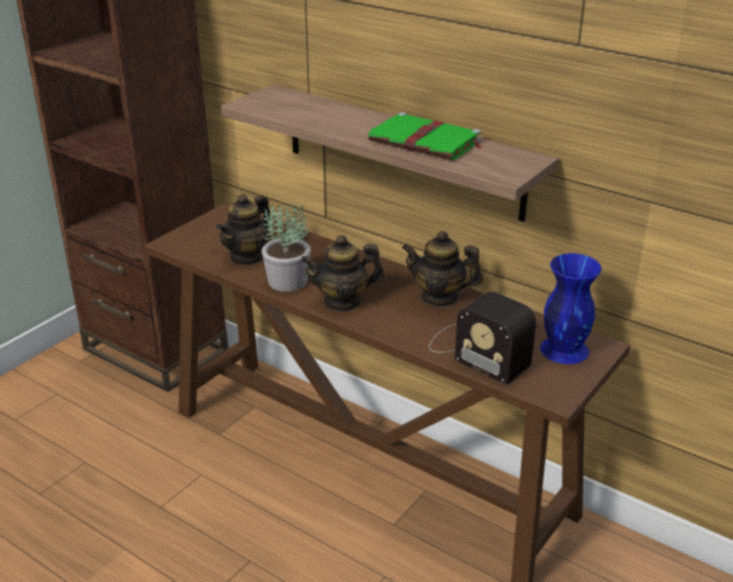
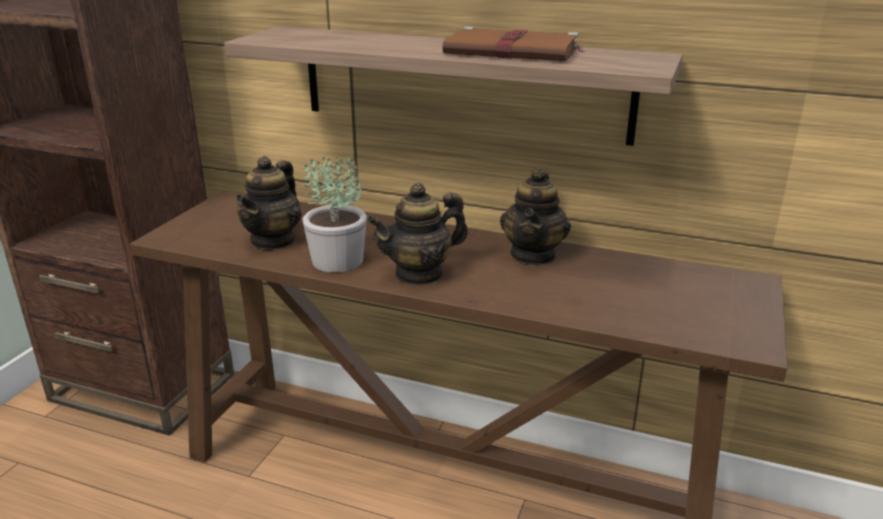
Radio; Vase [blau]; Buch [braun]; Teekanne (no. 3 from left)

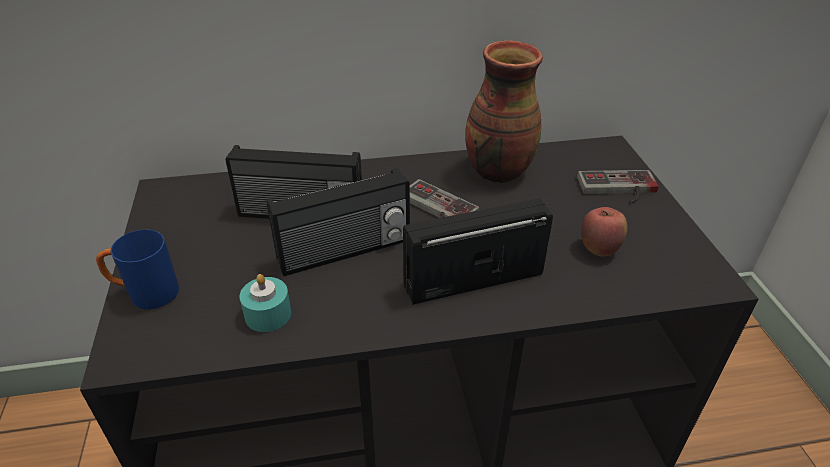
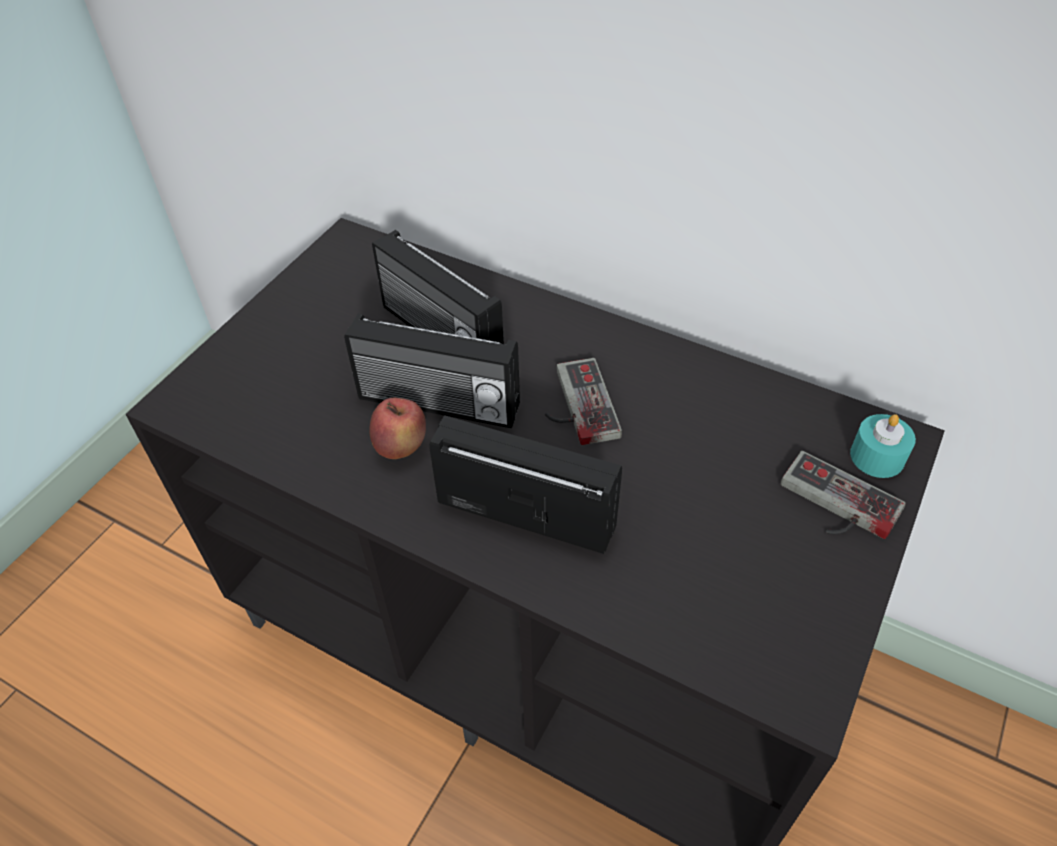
Henkelbecher [blau]; Vase; Kerze [türkis]; Apfel

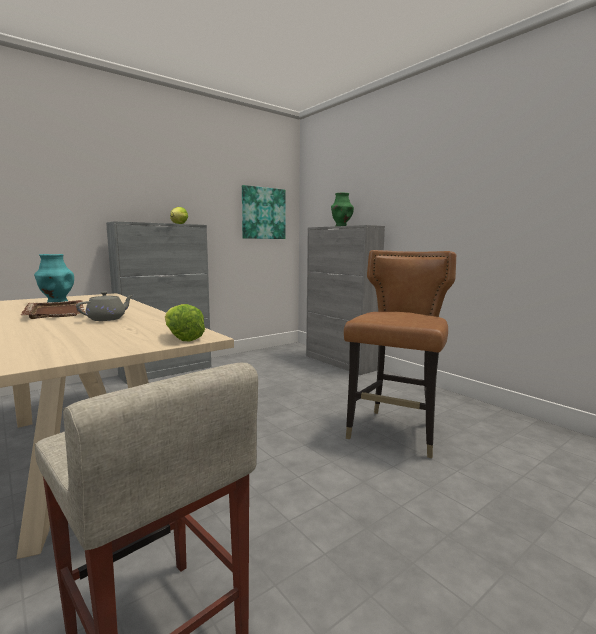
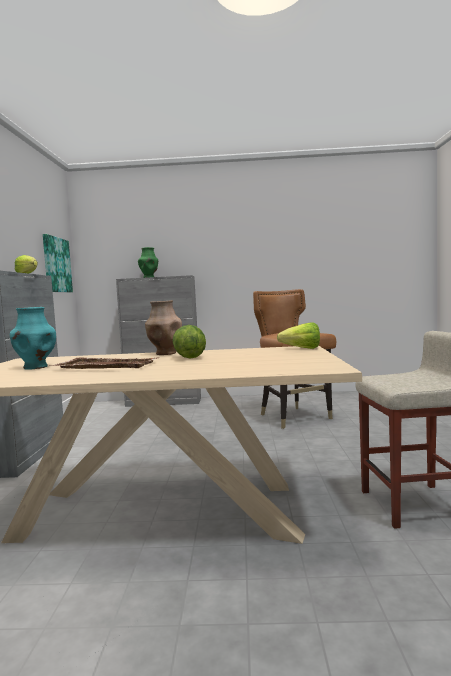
Vase [braun]; Salatkopf (no. 2 from left)

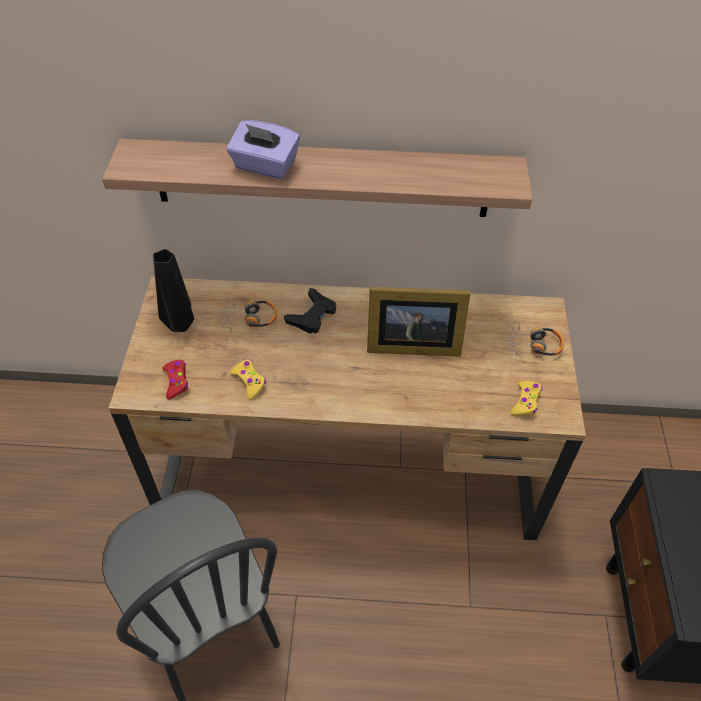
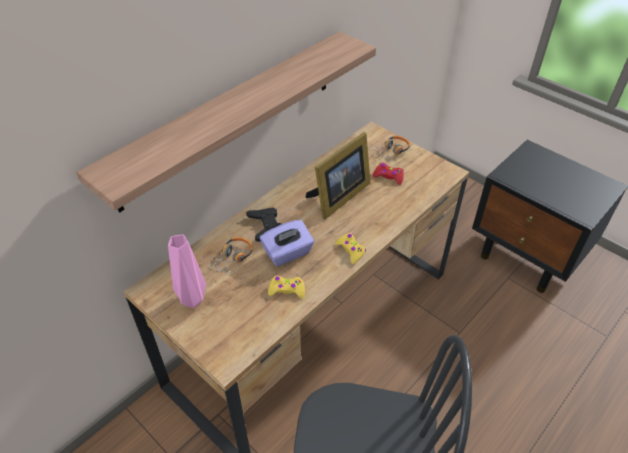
Gamepad [rot]; Taschentuchbox [lila]; Gamepad [gelb] (no. 2 from left); Vase [rosa]

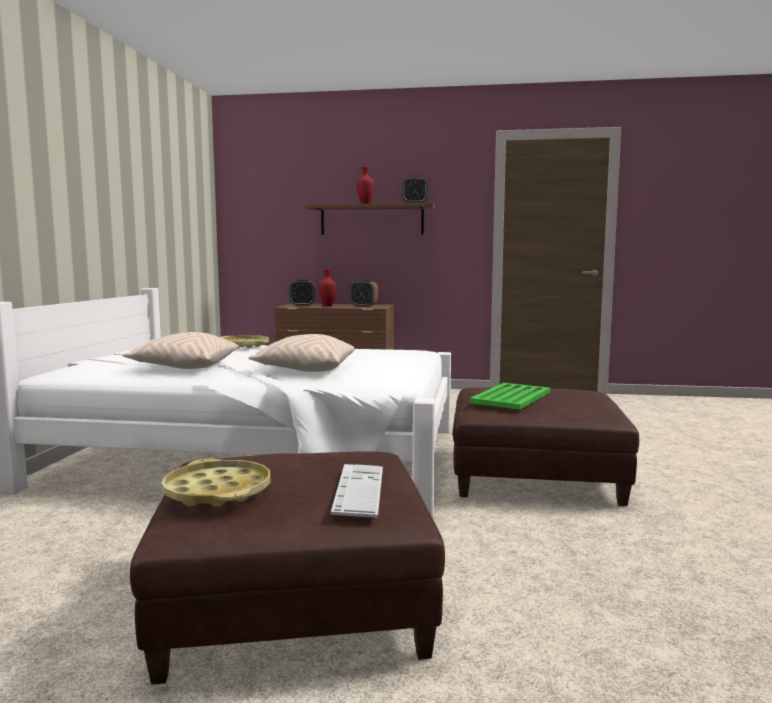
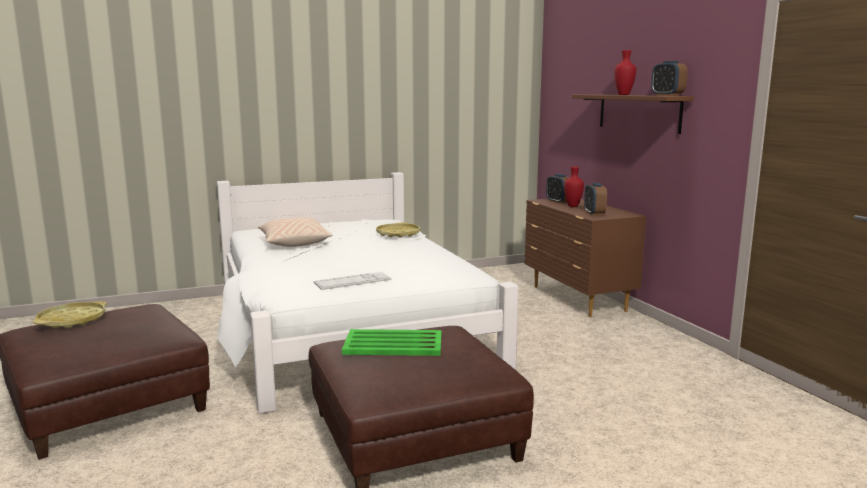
Kissen [beige] (no. 2 from left in the first image); Tastatur

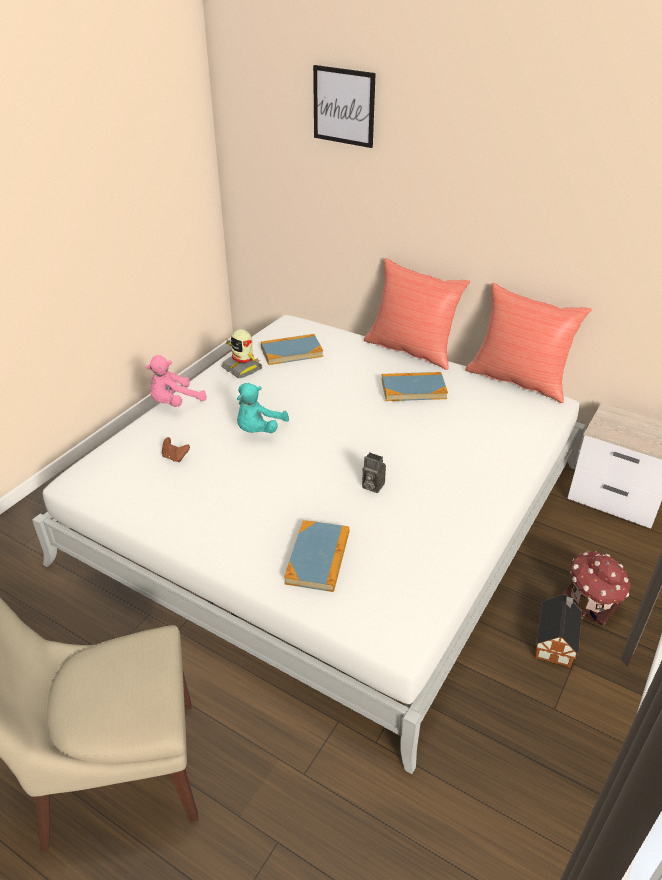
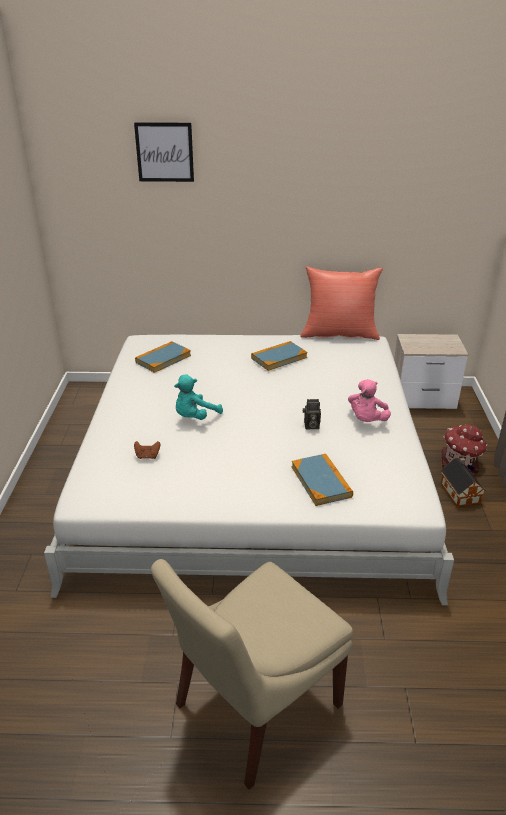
Spielzeugroboter; Kissen [rot] (no. 1 from left in the first image); Plüschtier [rosa]; Plüschtier [türkis]

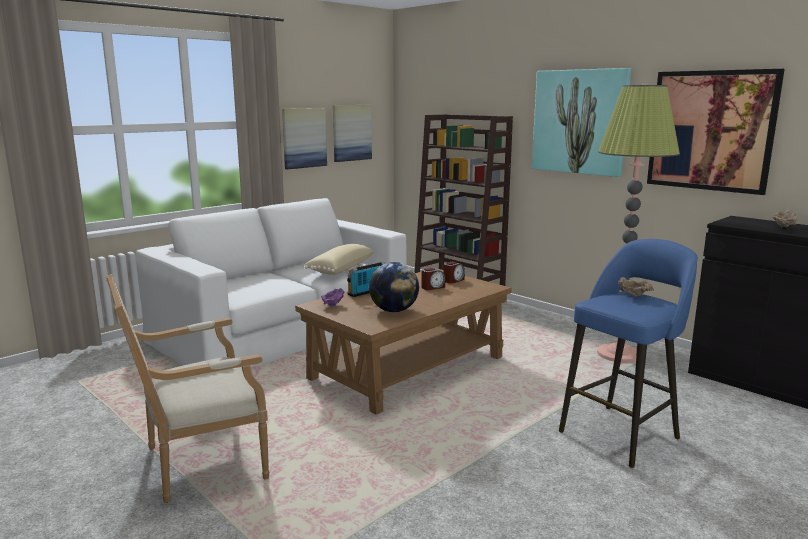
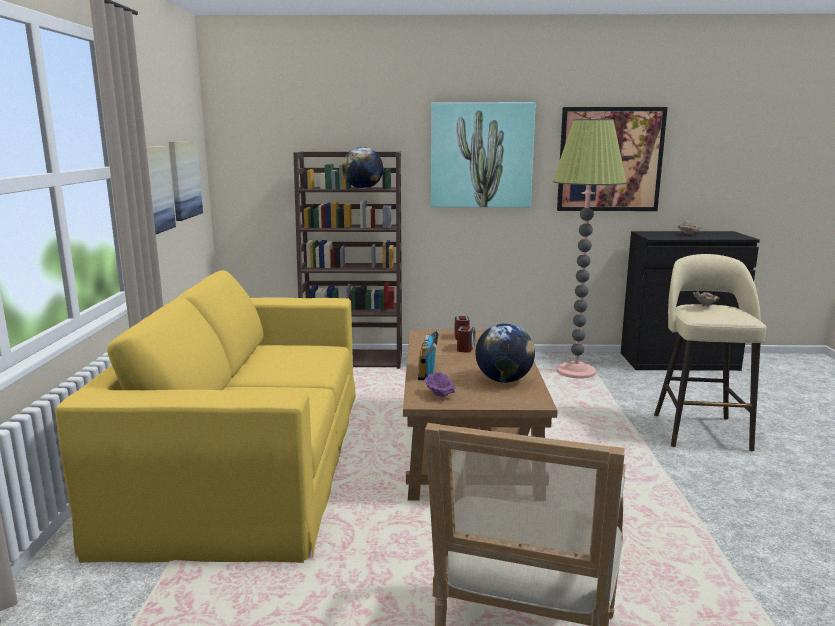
Kissen [beige]; Globus (no. 1 from left); Sofa [gelb]; Hocker [beige]

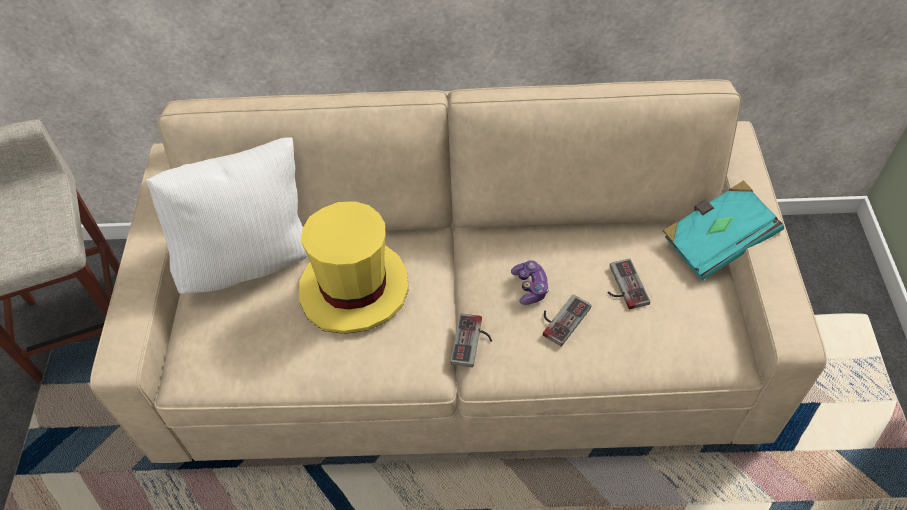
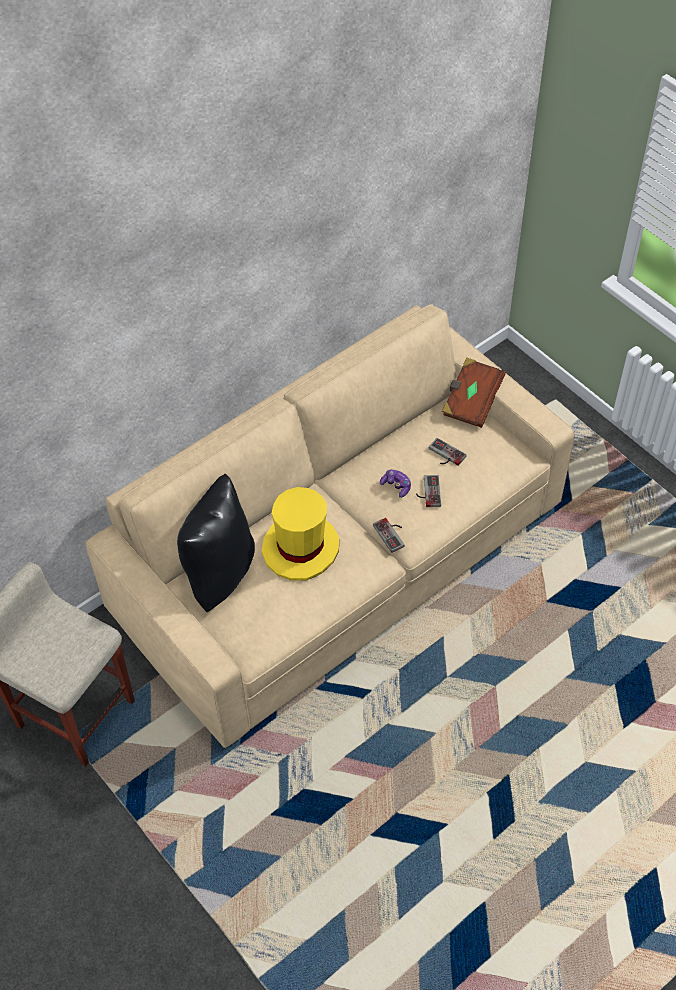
Kissen [schwarz]; Buch [braun]

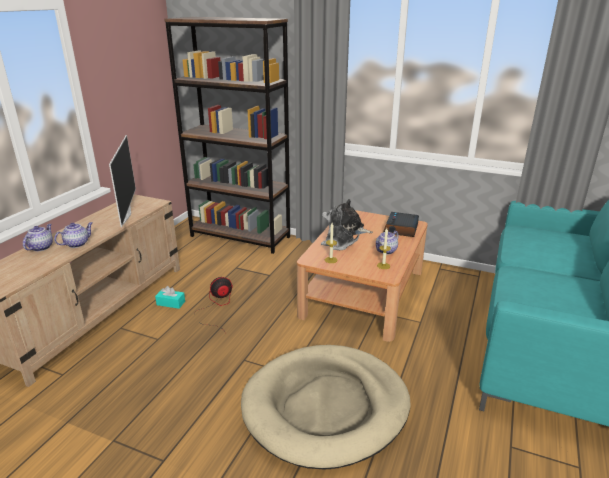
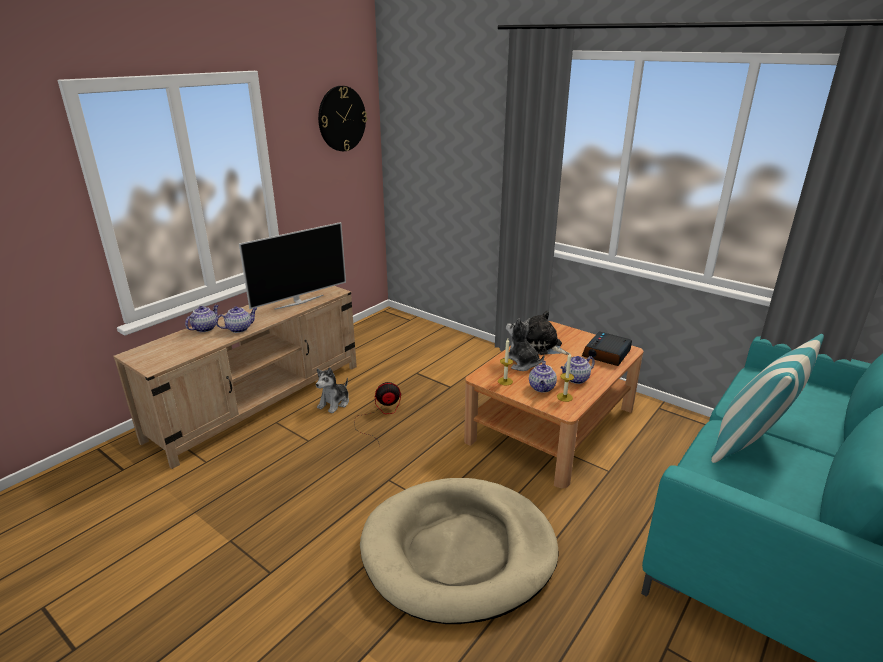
Bücherregal [braun]; Wanduhr; Teekanne (no. 3 from left); Kissen; Plüschtier (no. 1 from left); Fernseher

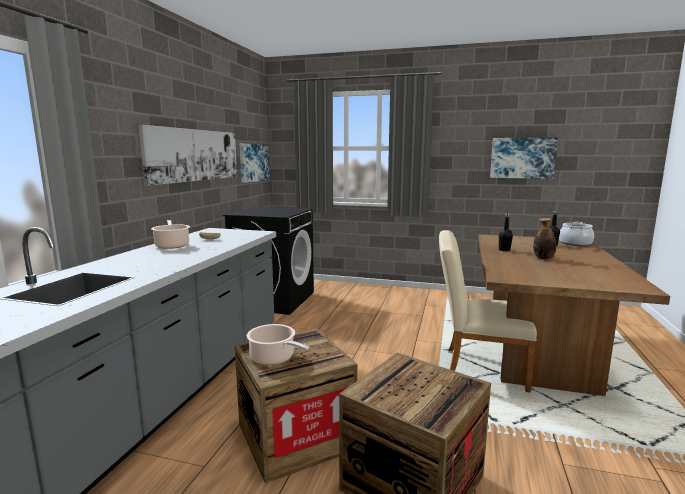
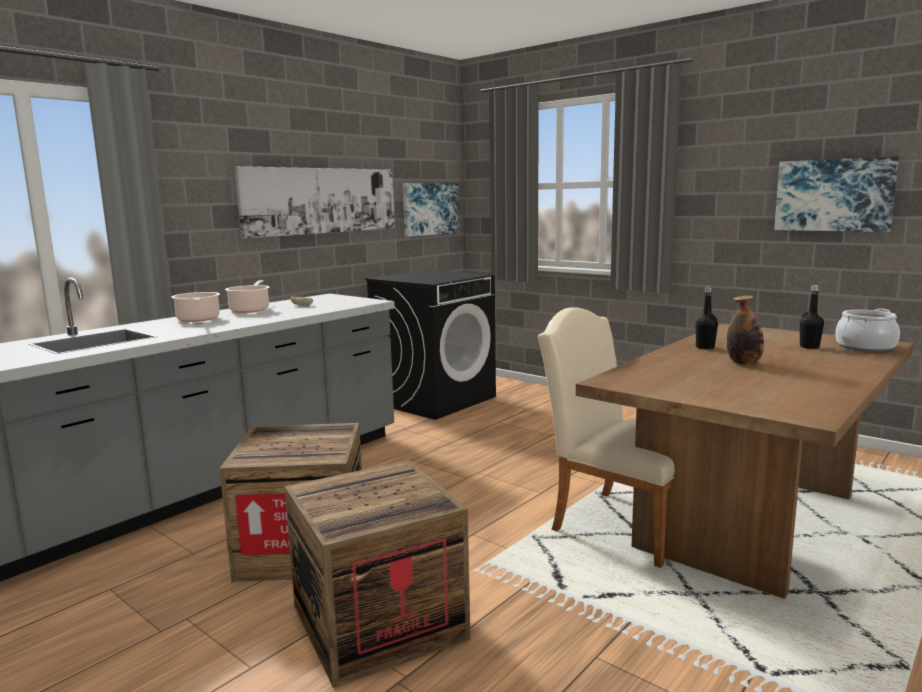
Kochtopf (no. 1 from left)

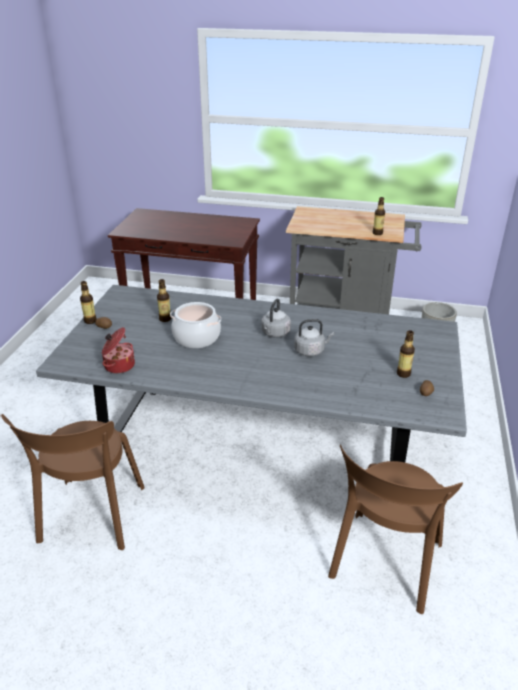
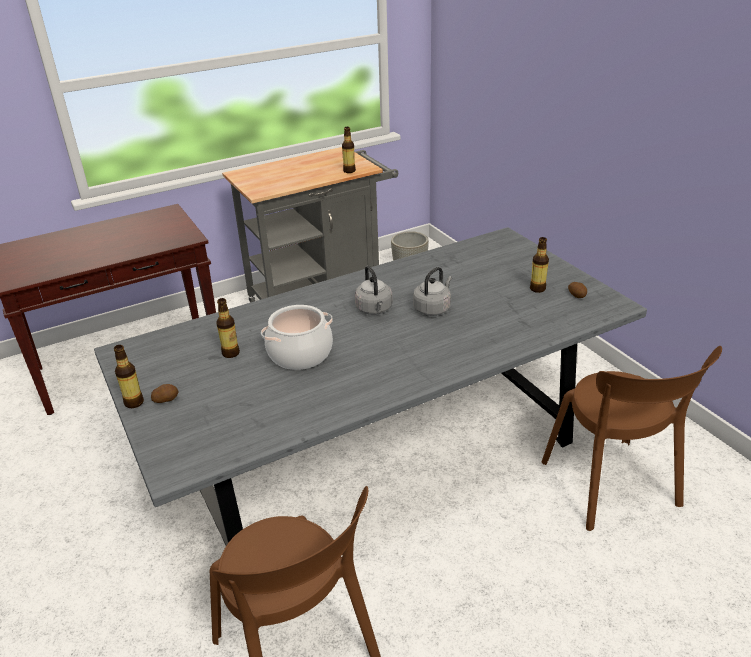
Kochtopf (no. 1 from left in the first image)

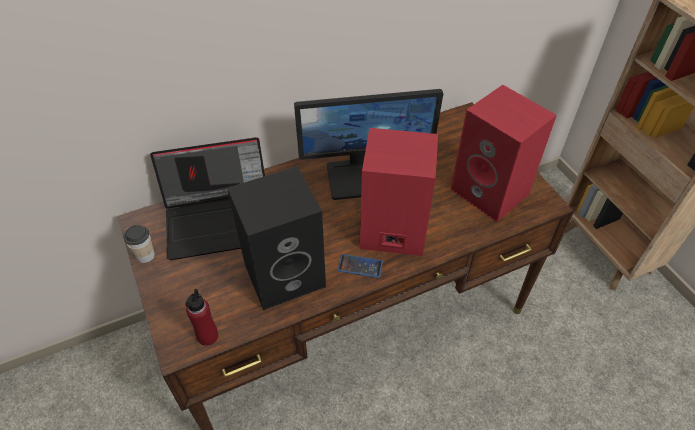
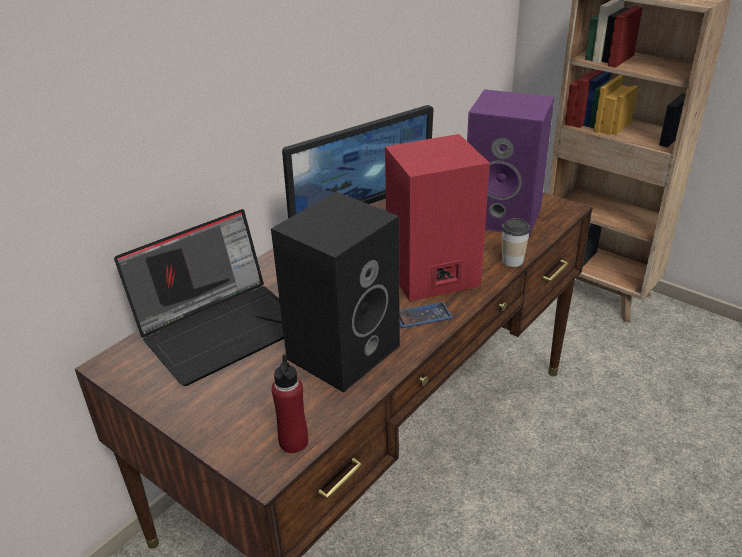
Tasse; Lautsprecher [lila]

